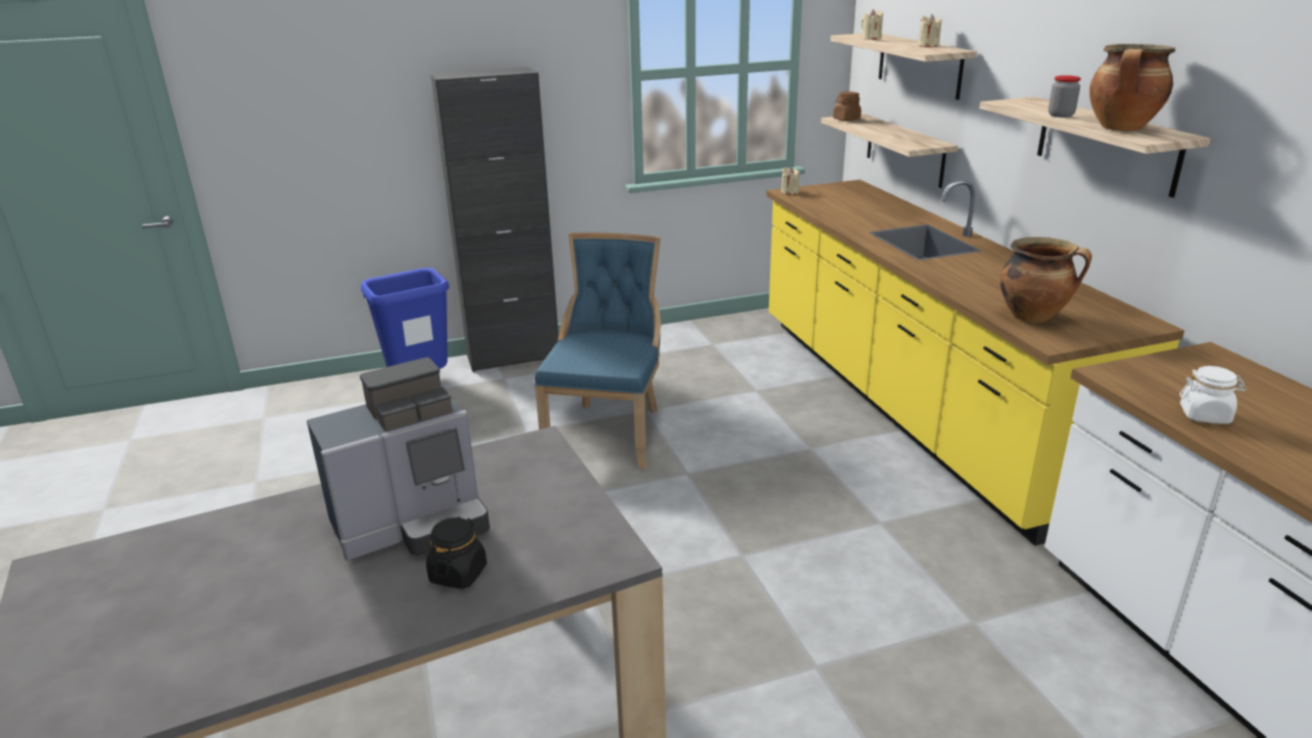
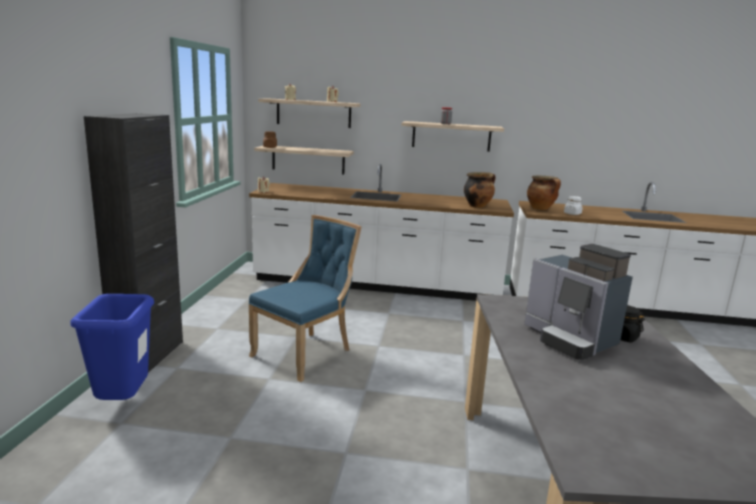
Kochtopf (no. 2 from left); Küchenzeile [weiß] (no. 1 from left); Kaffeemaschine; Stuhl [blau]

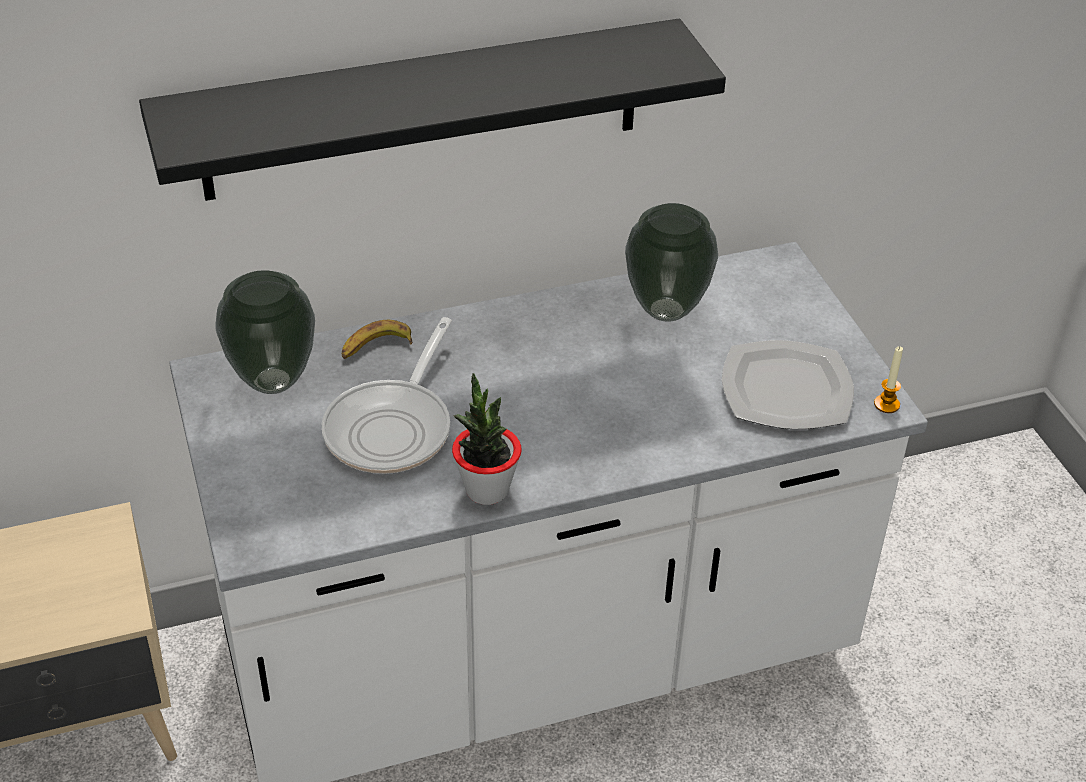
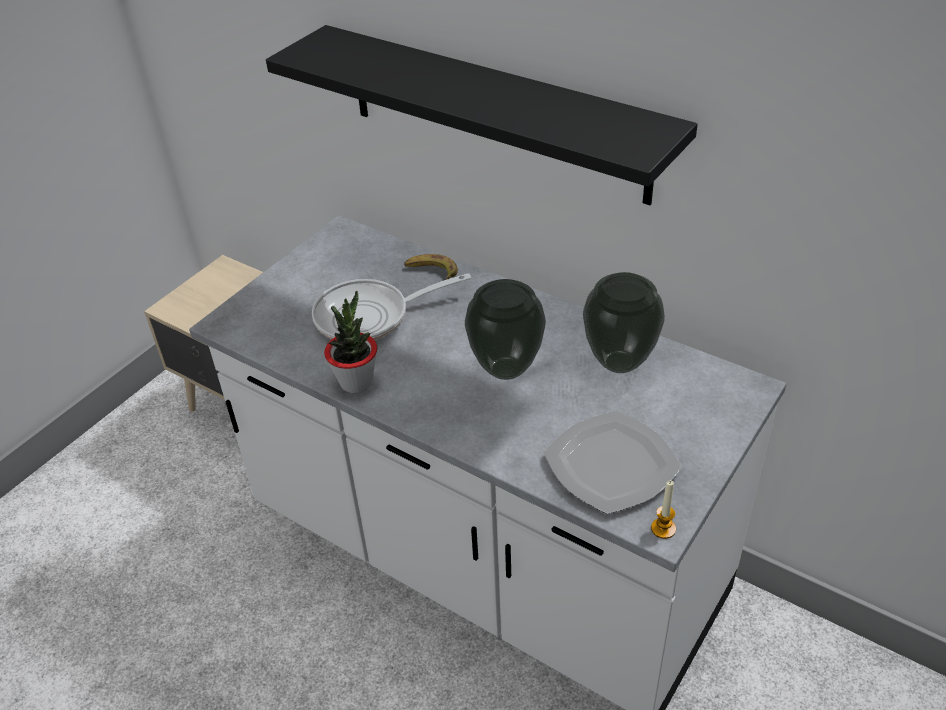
Vase (no. 1 from left)

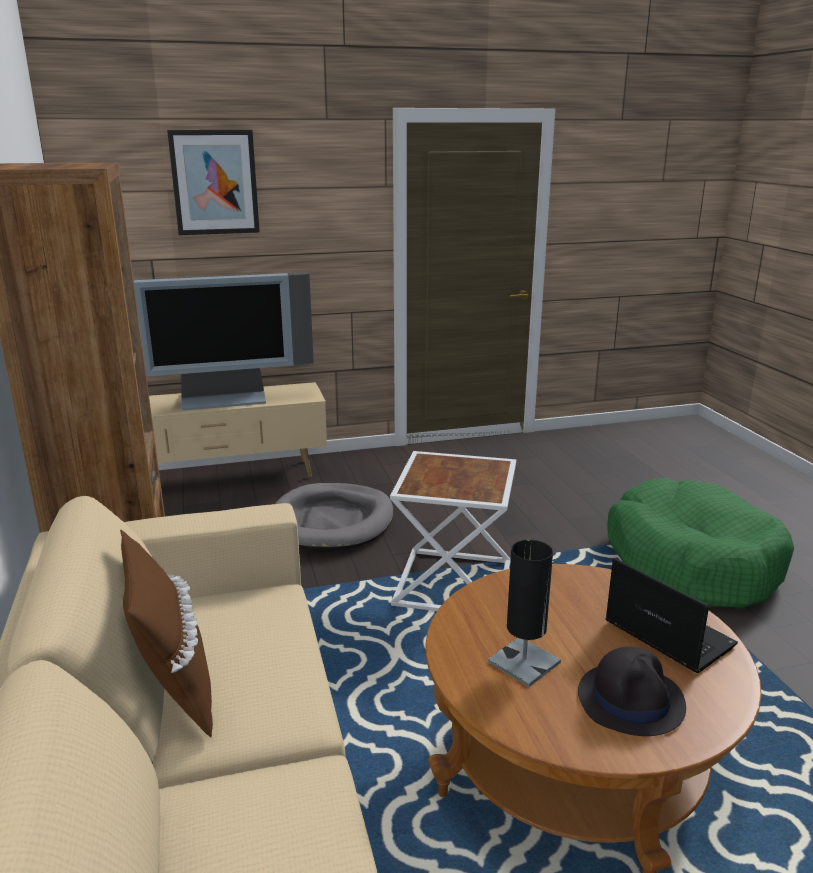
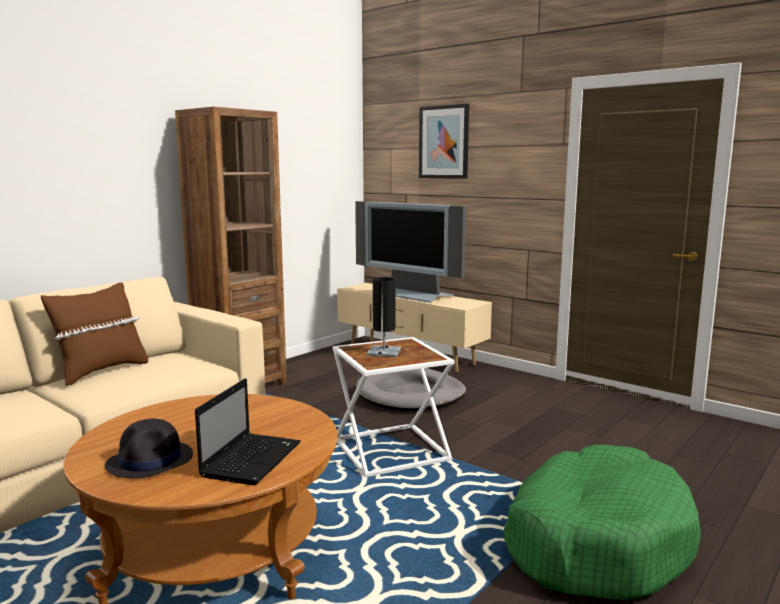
Tischlampe [schwarz]

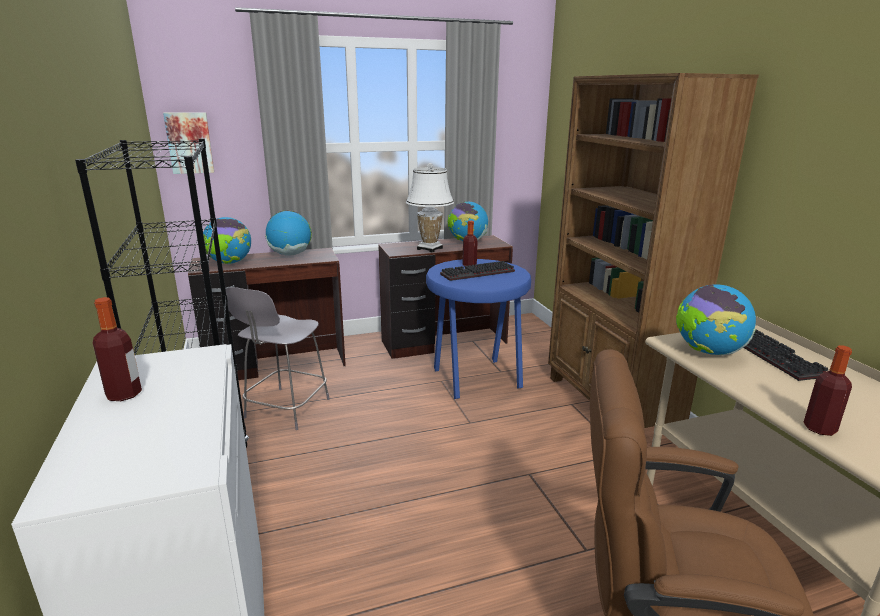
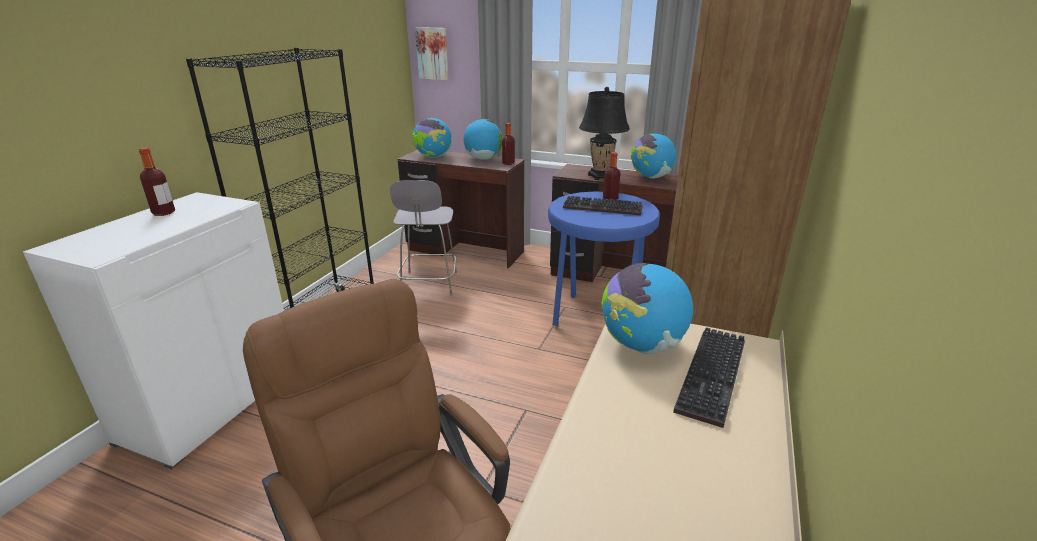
Flasche (no. 2 from left); Tischlampe [schwarz]; Stuhl [grau]

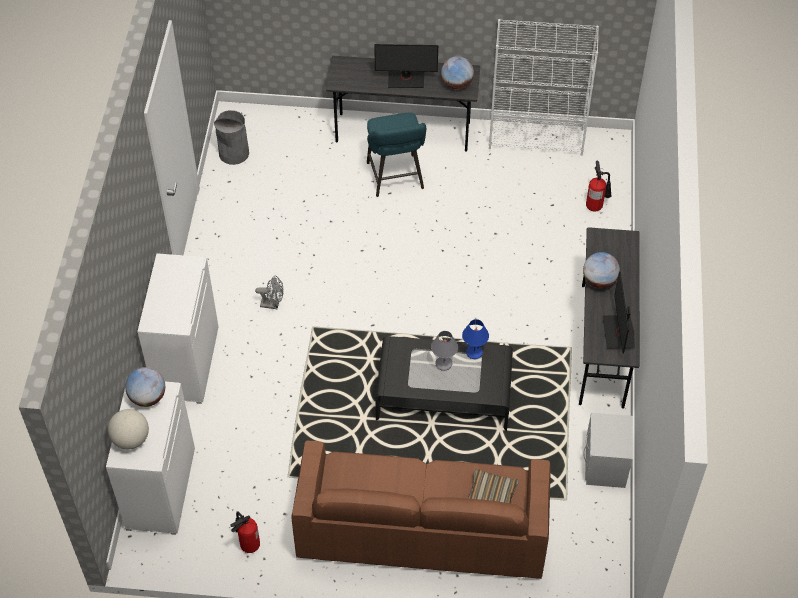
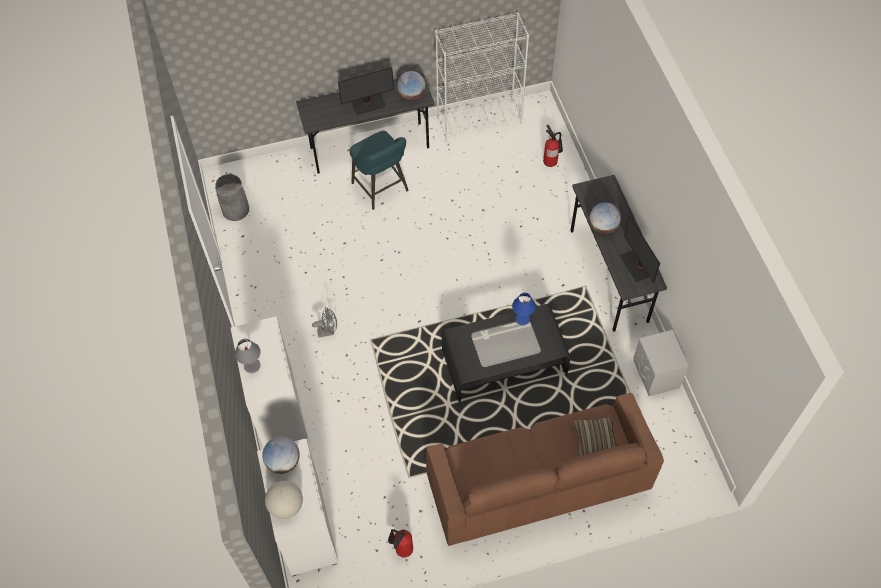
Tischlampe [grau]

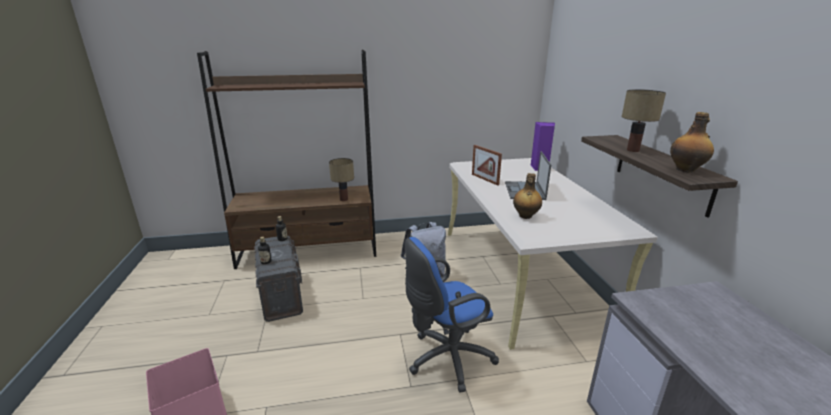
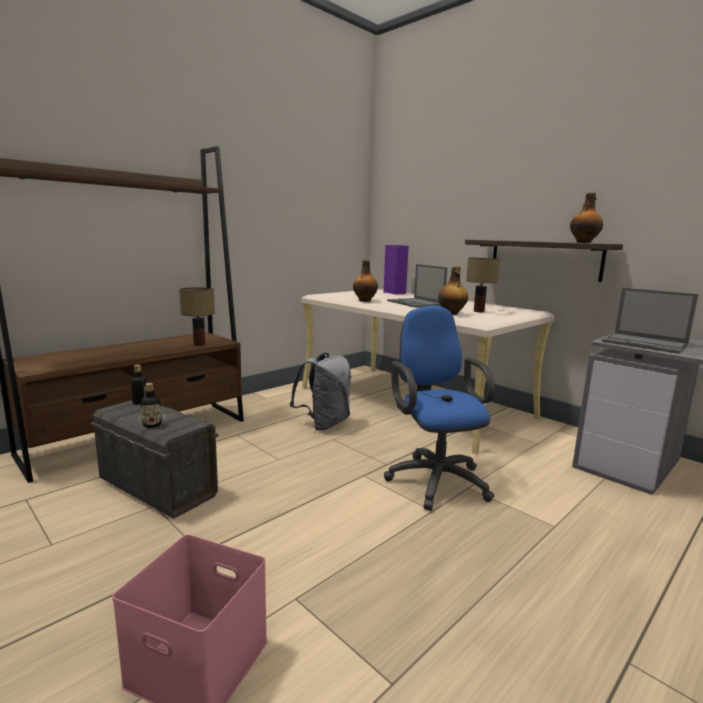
Laptop (no. 2 from left); Tischlampe (no. 2 from left); Flasche (no. 3 from left); Bürostuhl [blau]

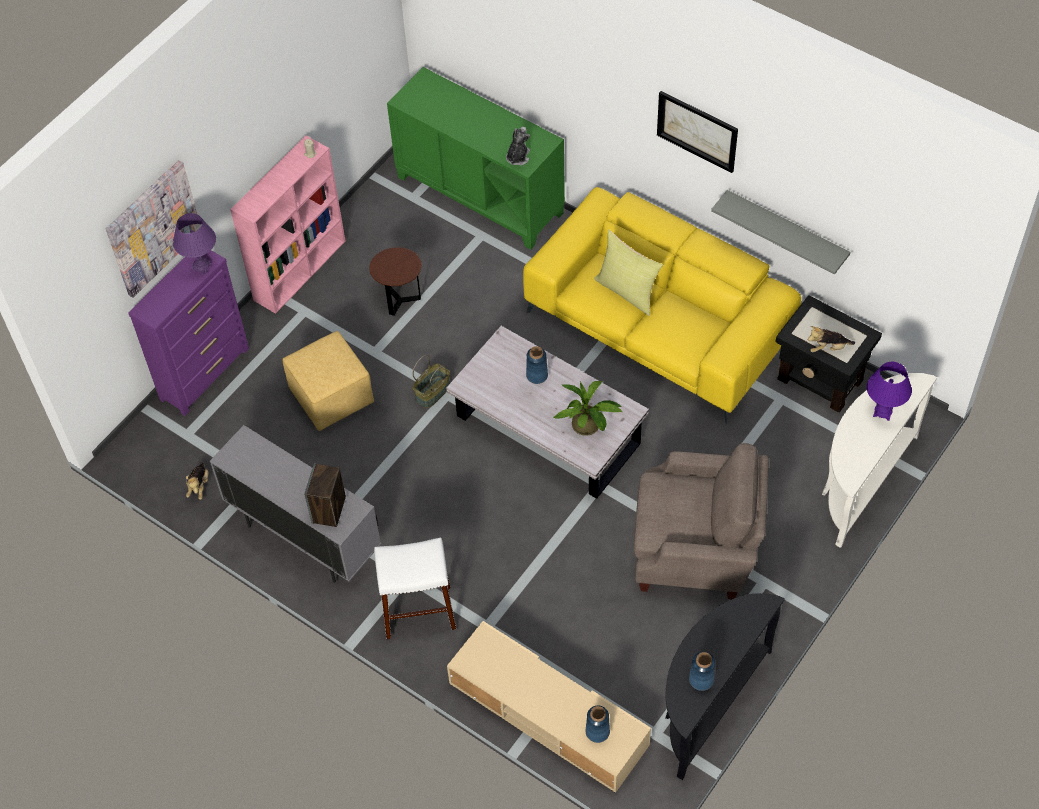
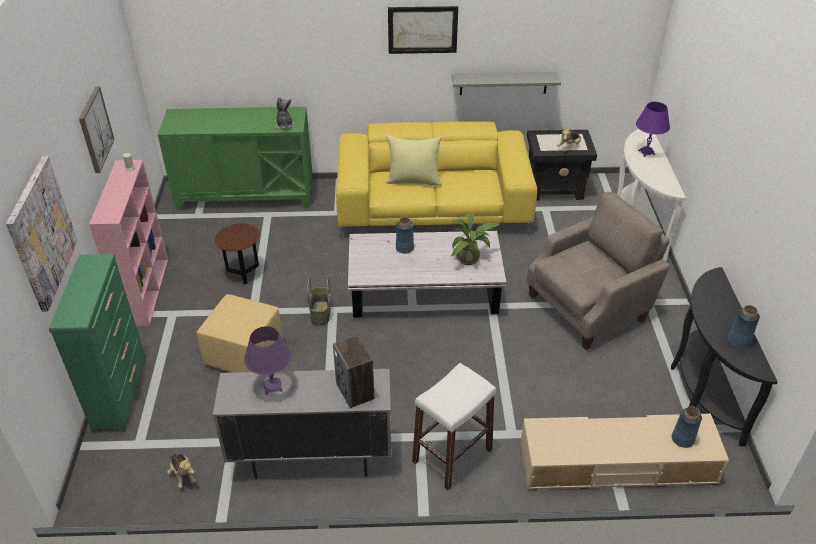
Bild (no. 2 from left); Tischlampe [lila] (no. 1 from left); Kommode [grün]

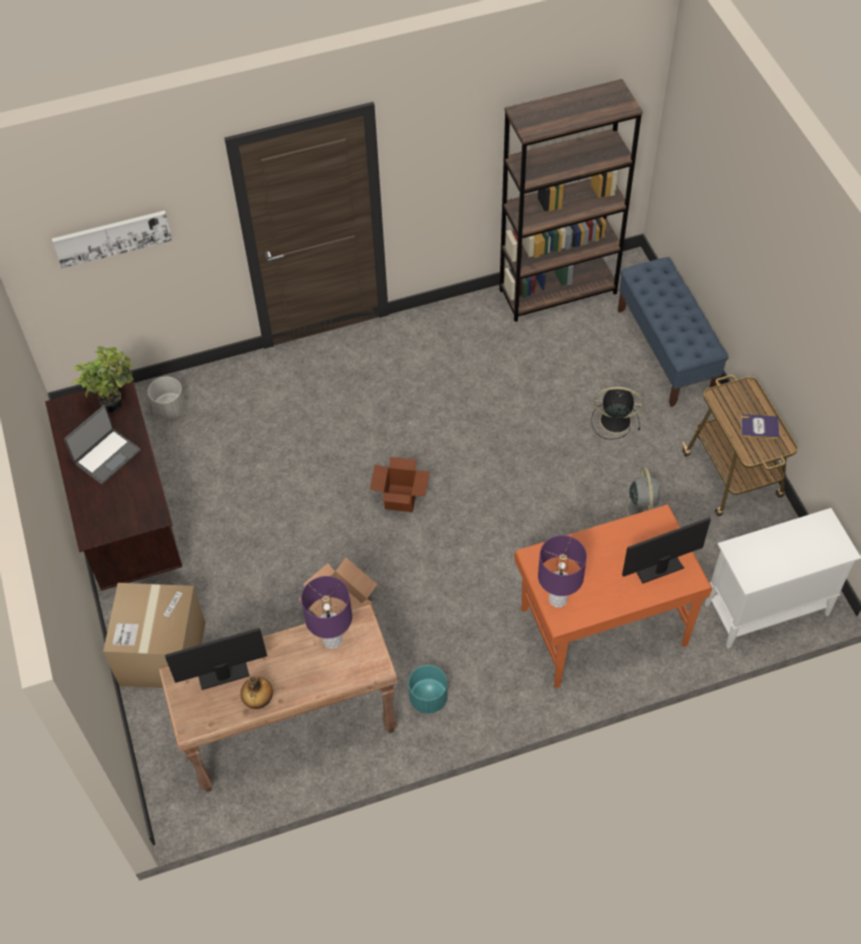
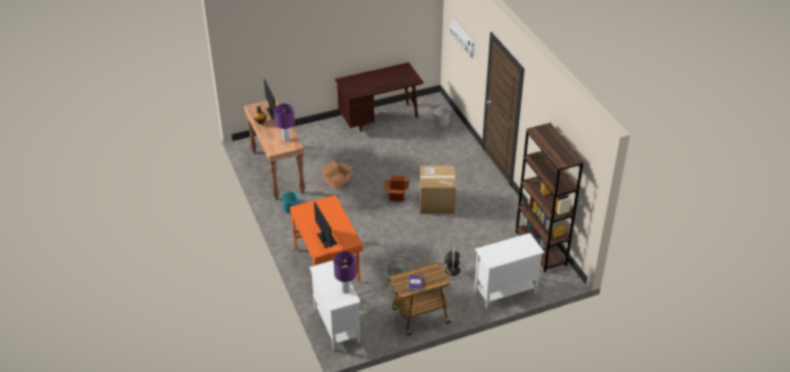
Laptop; Topfpflanze; Karton (no. 3 from left); Tischlampe [lila] (no. 2 from left); Schrank [weiß] (no. 2 from left)

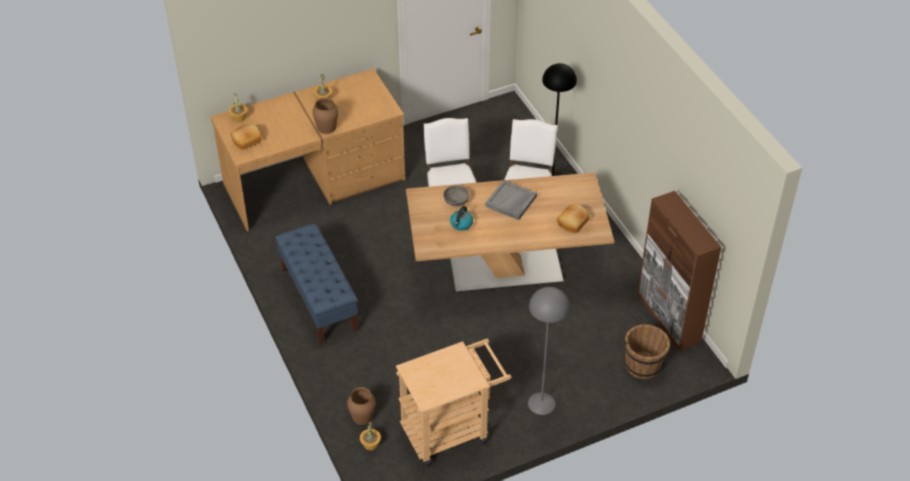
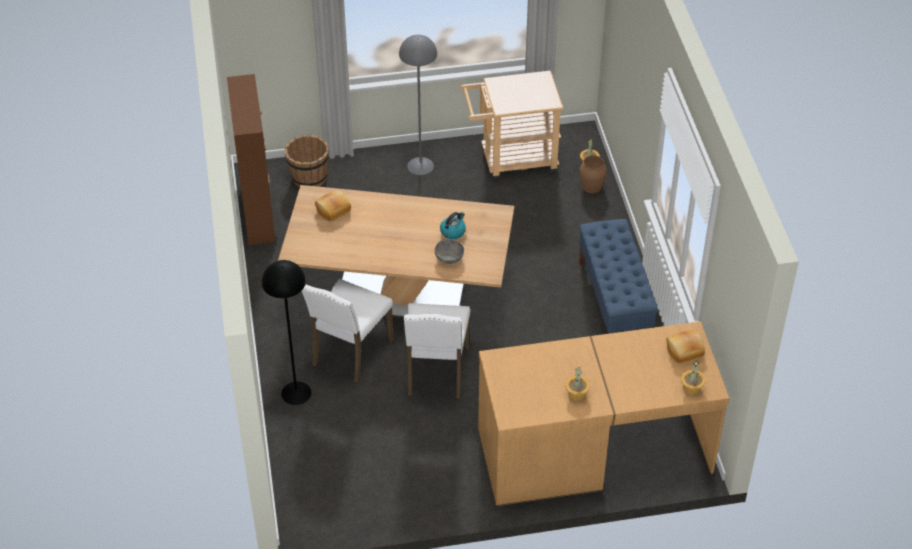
Vase [braun] (no. 1 from left in the first image); Tablett [grau]

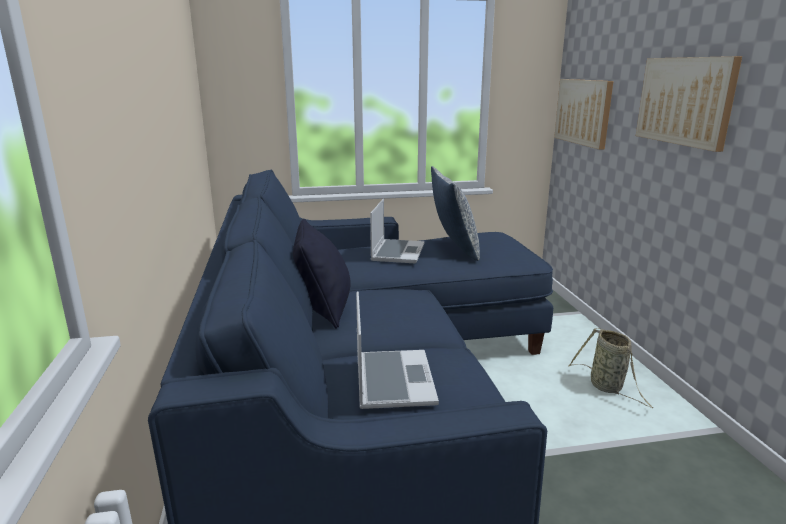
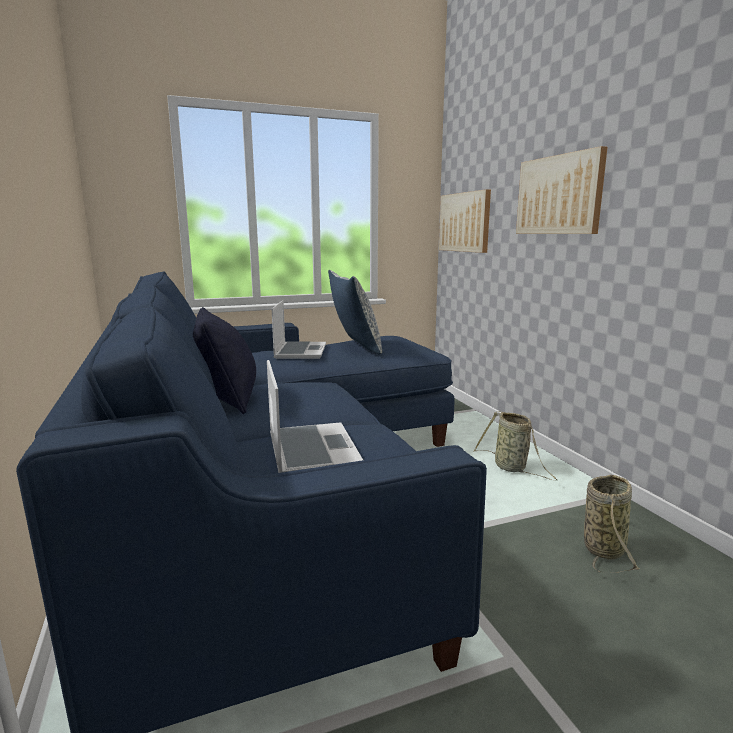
Korb (no. 2 from left)

